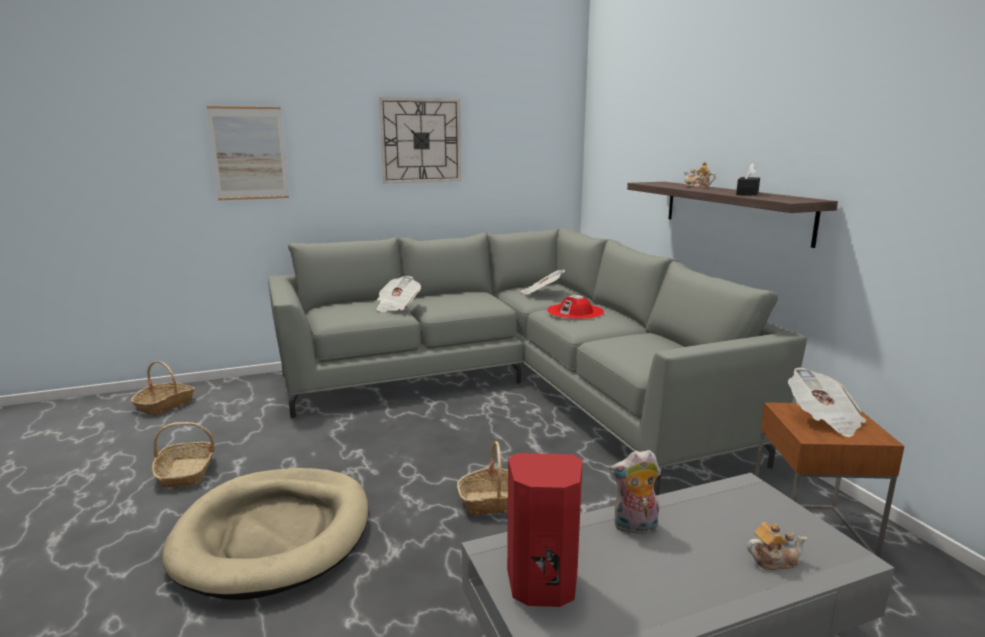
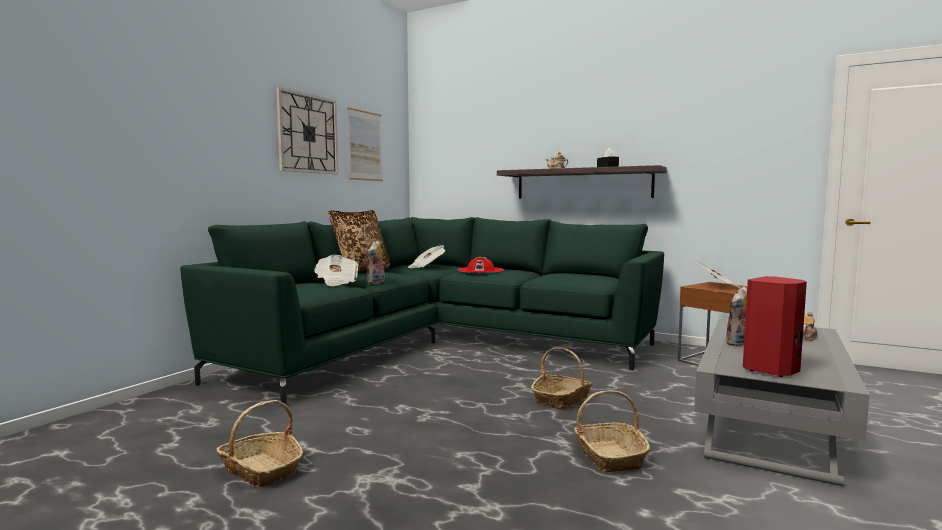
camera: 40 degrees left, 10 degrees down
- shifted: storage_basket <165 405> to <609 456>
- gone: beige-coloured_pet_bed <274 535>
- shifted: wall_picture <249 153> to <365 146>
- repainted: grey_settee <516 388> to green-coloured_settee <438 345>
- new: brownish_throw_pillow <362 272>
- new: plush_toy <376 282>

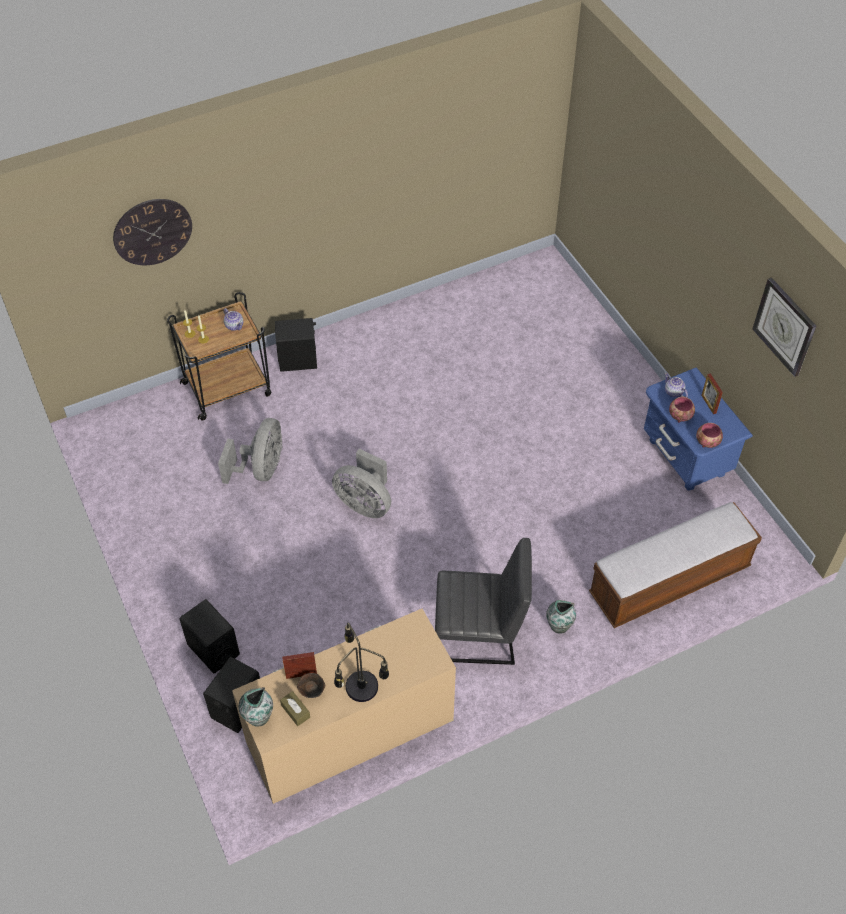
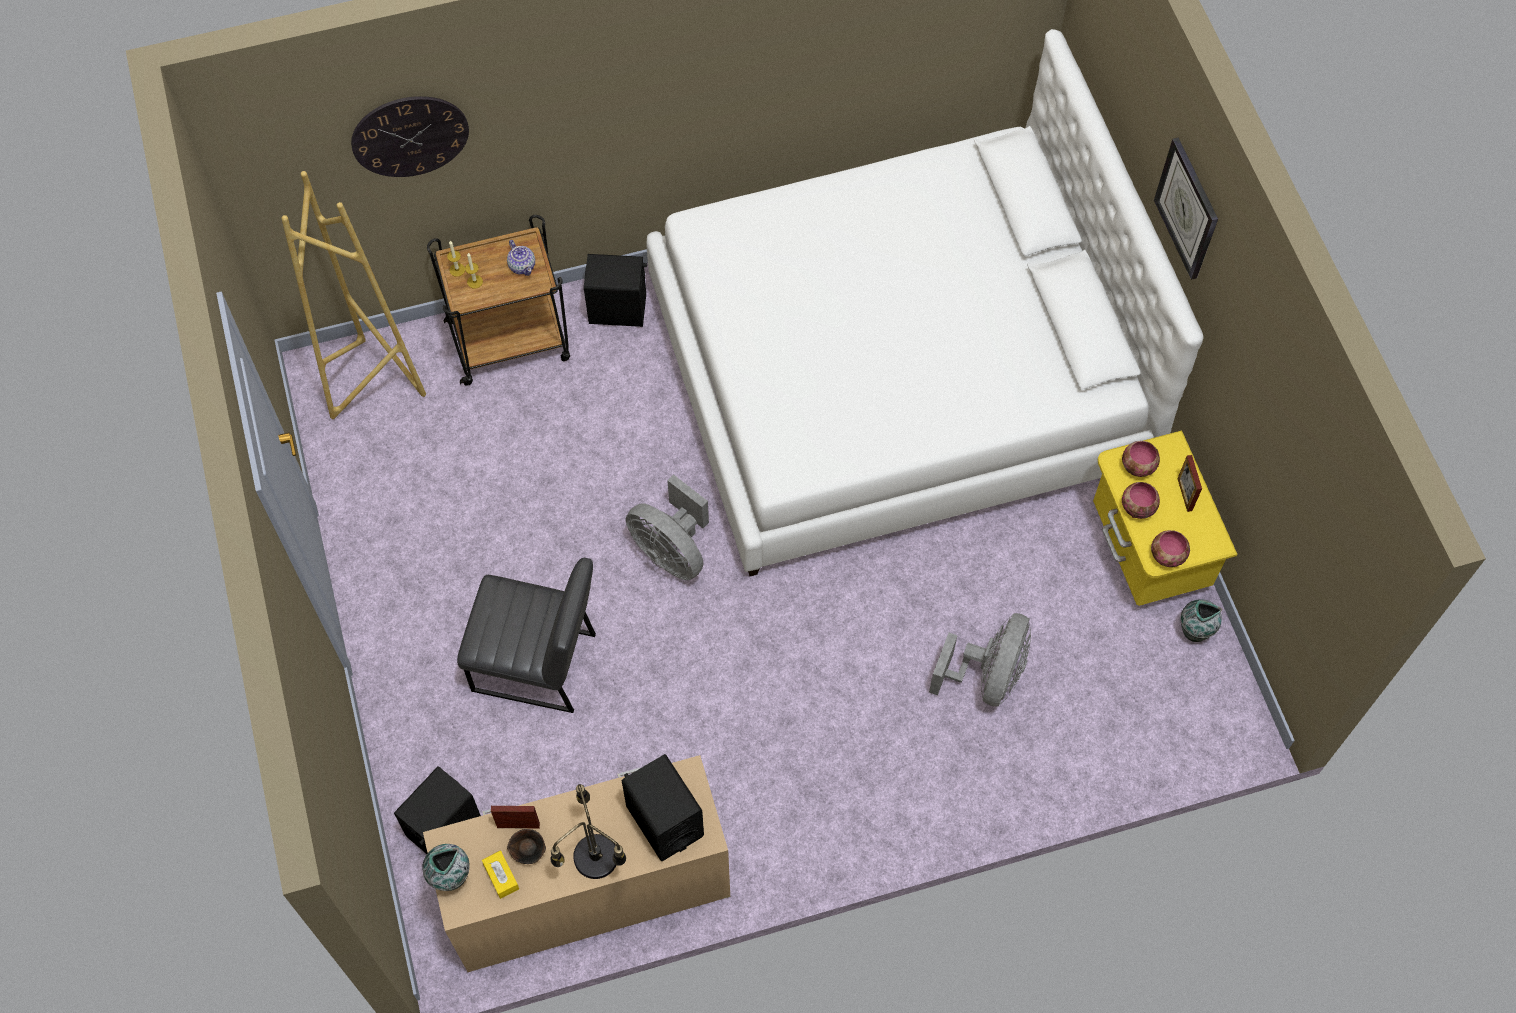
camera: 10 degrees right, 10 degrees up
- shifted: blackish_audio_speaker <213 649> to <664 821>
- shifted: grey_fan <261 469> to <987 676>
- repainted: brownish_box_of_tissues <295 711> to yellowish_box_of_tissues <501 877>
- shifted: grey_chair <479 635> to <537 664>
- shifted: vase <558 626> to <1194 631>
- gone: bench <669 581>
- repainted: blue_night_table <684 458> to yellowish_night_table <1144 552>
- swapped: pot_for_tea <673 392> to bowl <1138 467>
- shifted: clock_on_the_wall <785 326> to <1187 208>
- new: yellowish_garment_rack <374 384>
- new: whitish_bedroom_bed <897 372>

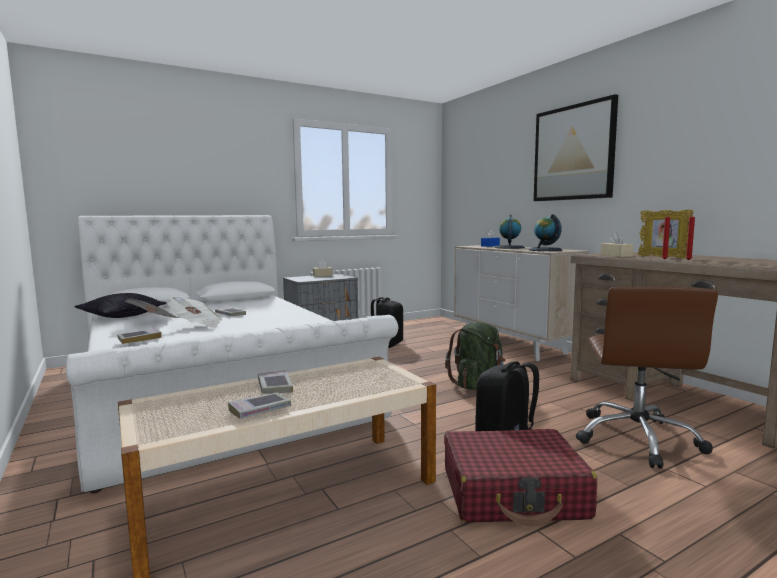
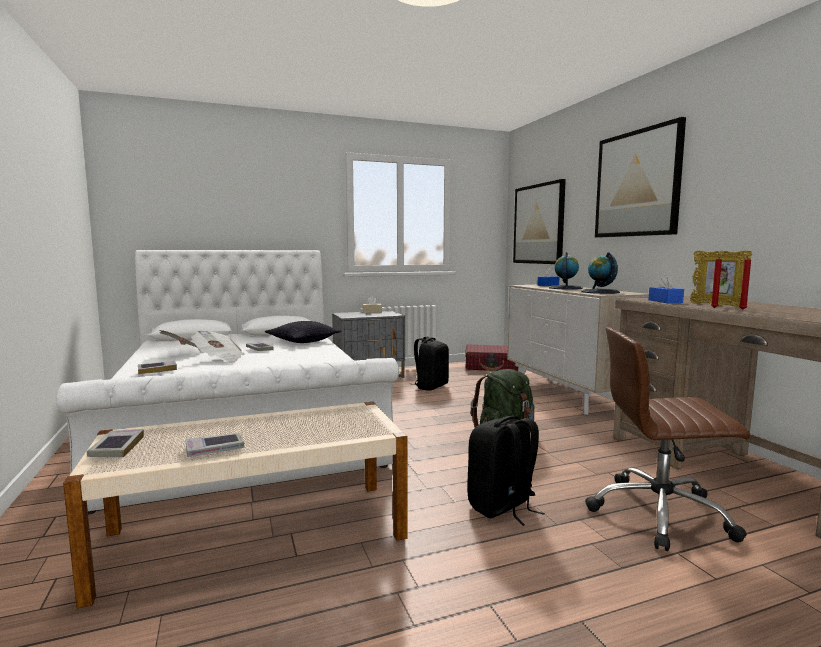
camera: 10 degrees right, 0 degrees up
- shifted: throw_pillow <122 316> to <303 341>
- shifted: bound_book <275 386> to <117 448>
- shifted: reddish_suitcase <513 493> to <491 366>
- rotated: brownish_desk_chair <637 439> = <658 514> 75 degrees clockwise
- repainted: beige-coloured_box_of_tissues <616 255> to blue_box_of_tissues <665 301>
- new: wall_picture <539 224>

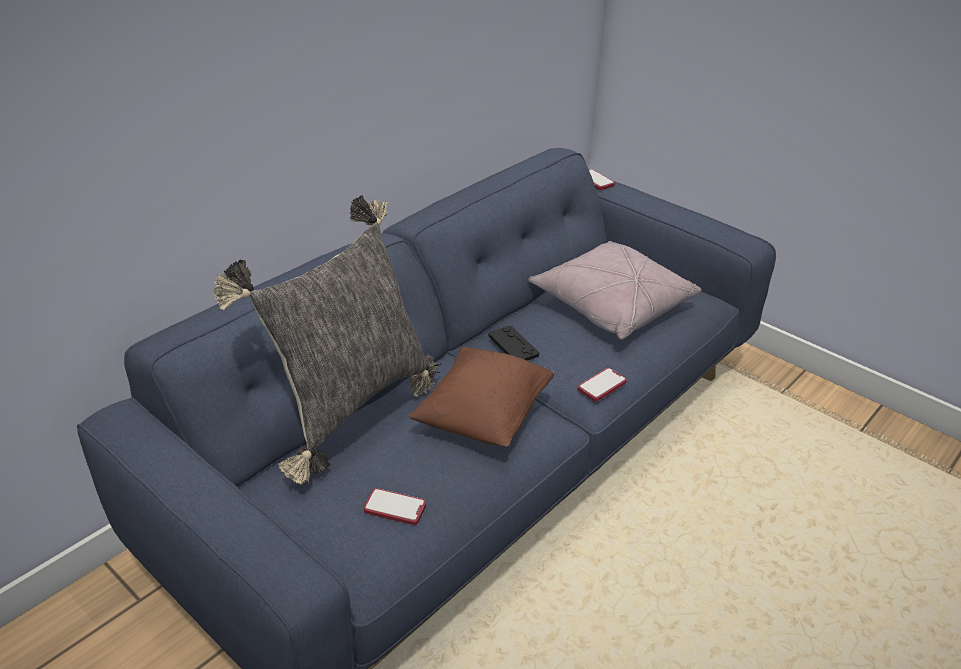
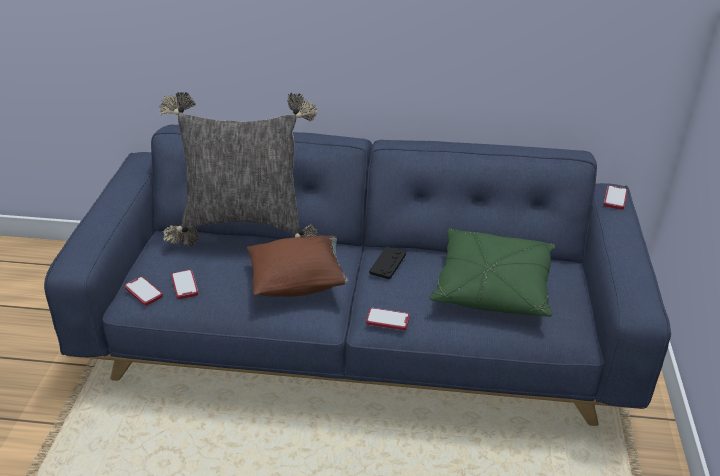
camera: 55 degrees right, 0 degrees up
- repainted: purple-coloured_throw_pillow <611 306> to green-coloured_throw_pillow <492 287>
- new: handset <143 292>

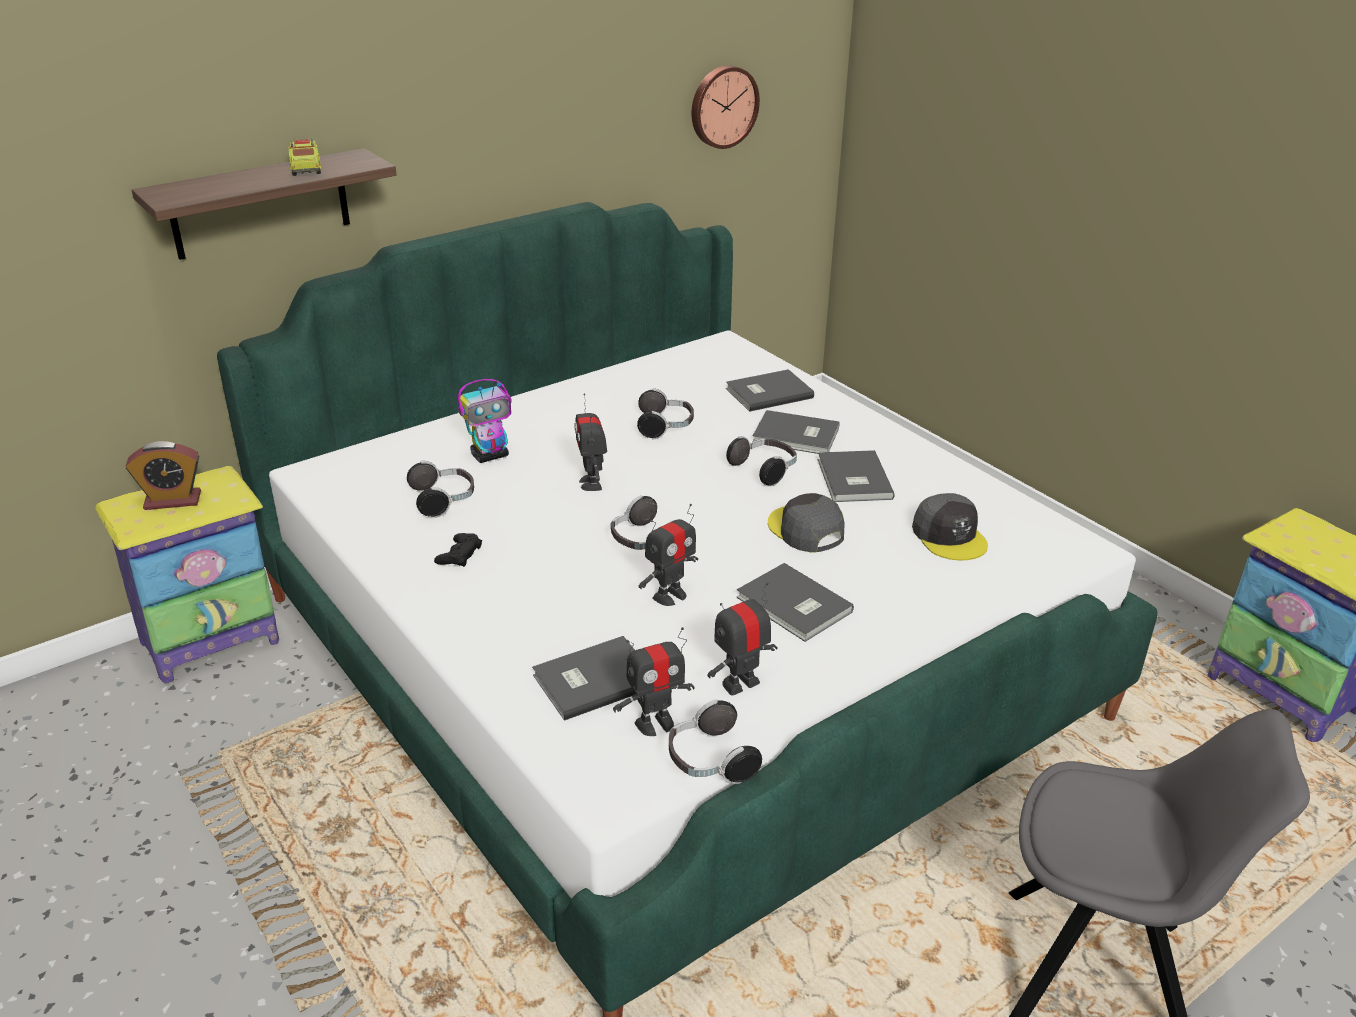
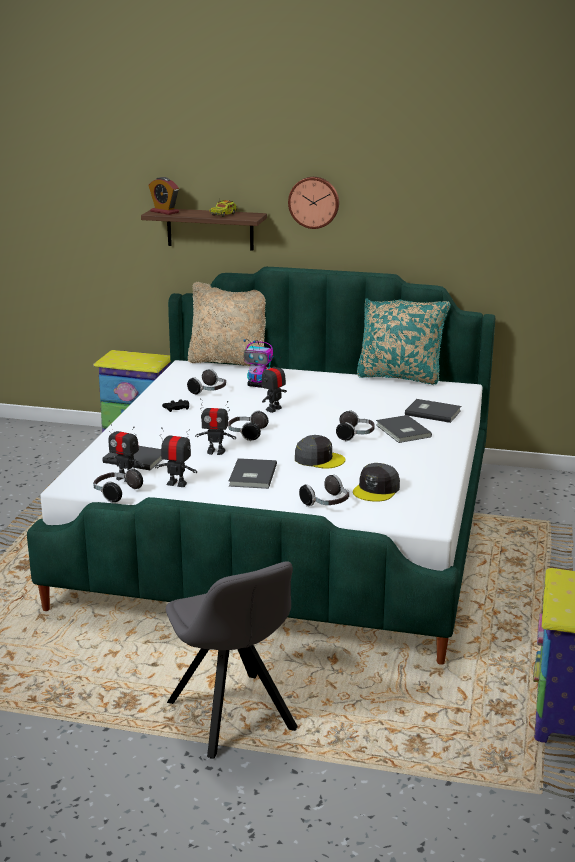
camera: 50 degrees right, 10 degrees down
- shifted: bedside_clock <172 500> to <164 212>
- shifted: headset <665 427> to <327 503>
- shifted: clock_on_the_wall <722 106> to <314 202>
- rotated: grey_peaked_cap <805 530> = <319 459> 90 degrees clockwise
- gone: grey_bound_book <852 480>
- new: beige-coloured_throw_pillow <229 363>
- new: turquoise_throw_pillow <400 378>

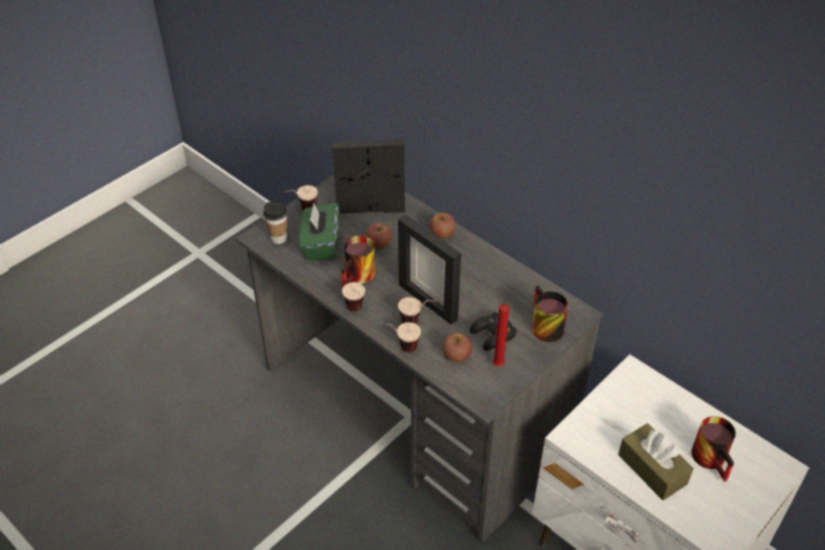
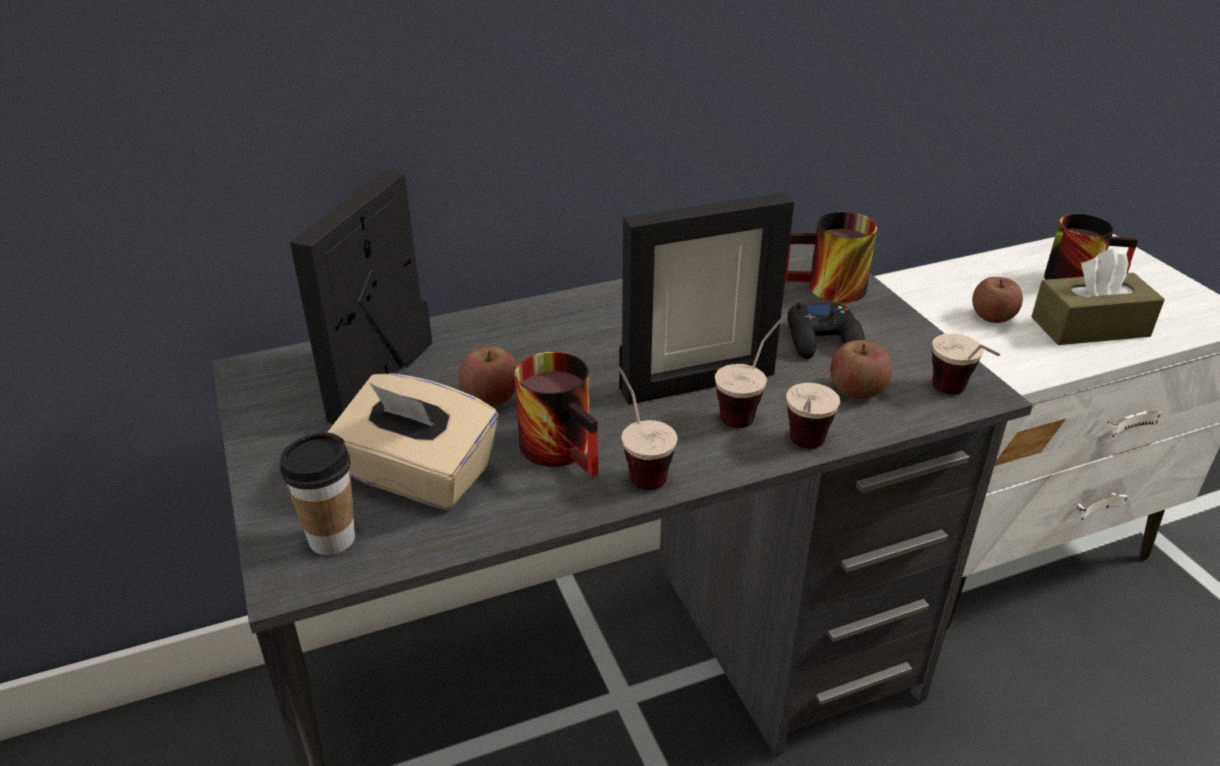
camera: 65 degrees left, 10 degrees down
- shifted: cup <301 211> to <957 398>
- repainted: green-coloured_box_of_tissues <320 244> to beige-coloured_box_of_tissues <418 476>
- shifted: apple <442 233> to <992 316>
- gone: reddish_wax_candle <500 366>

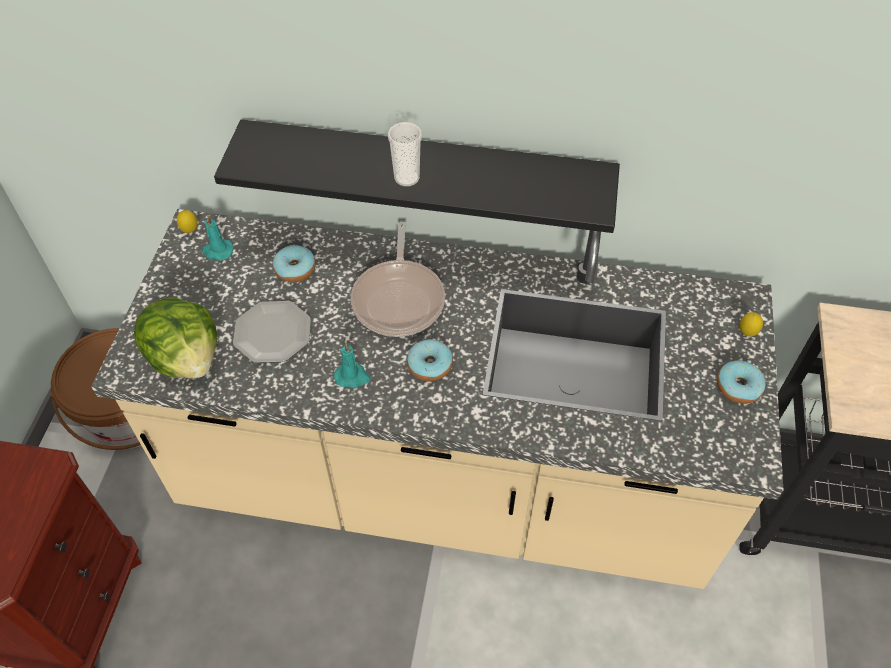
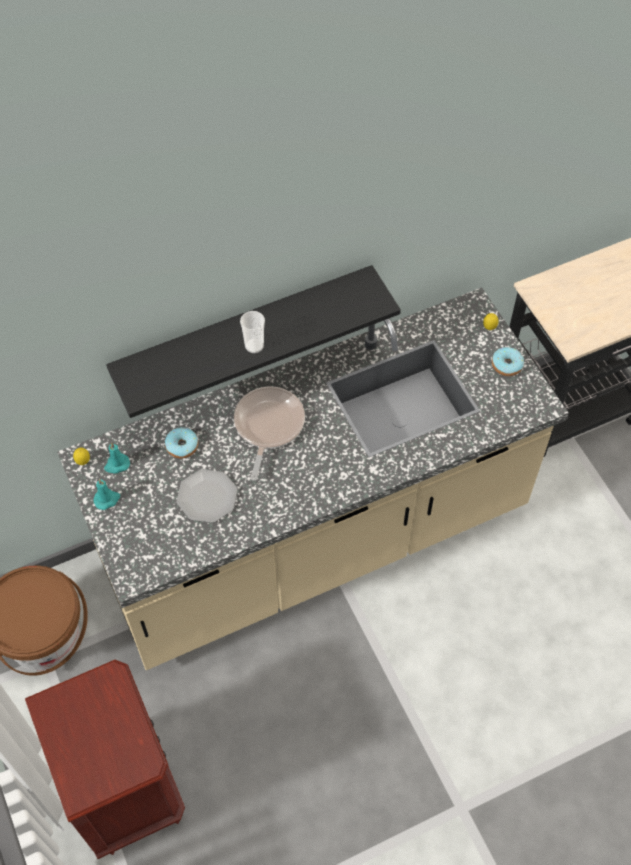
camera: 35 degrees left, 5 degrees up
- gone: lettuce_head <187 358>
- shifted: turquoise_wax_candle <352 377> to <107 499>
- rotated: skillet <399 298> = <268 426> 135 degrees counterclockwise
- gone: ring_doughnut <429 365>

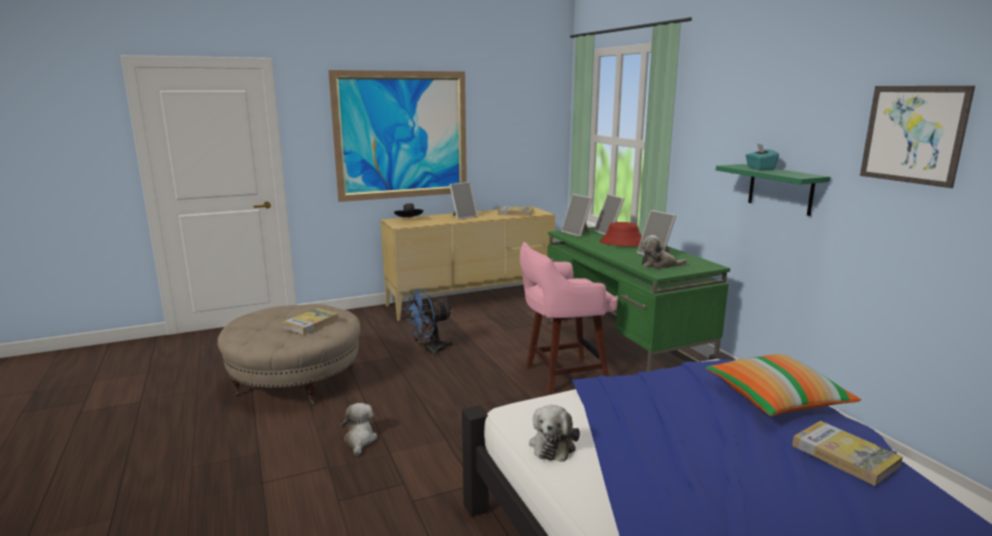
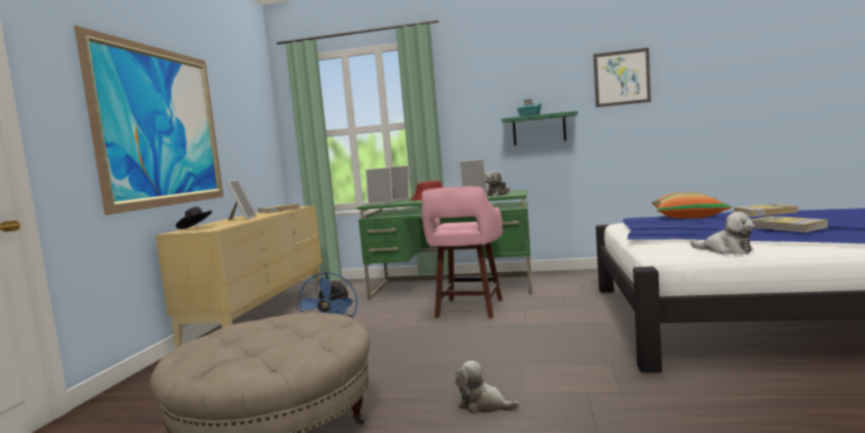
camera: 55 degrees left, 10 degrees down
- shifted: bound_book <311 323> to <787 227>

